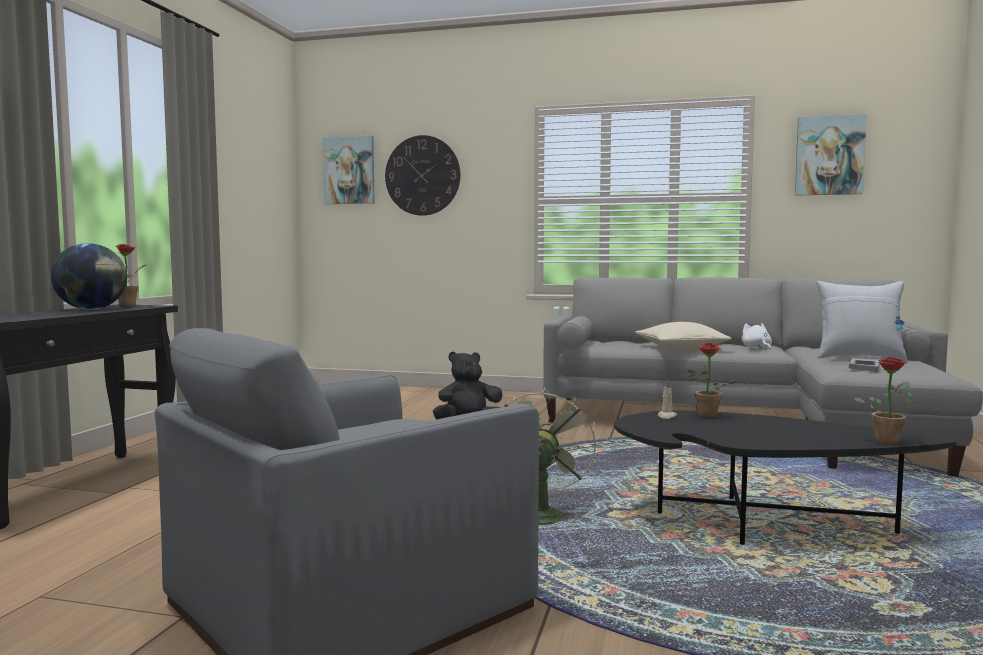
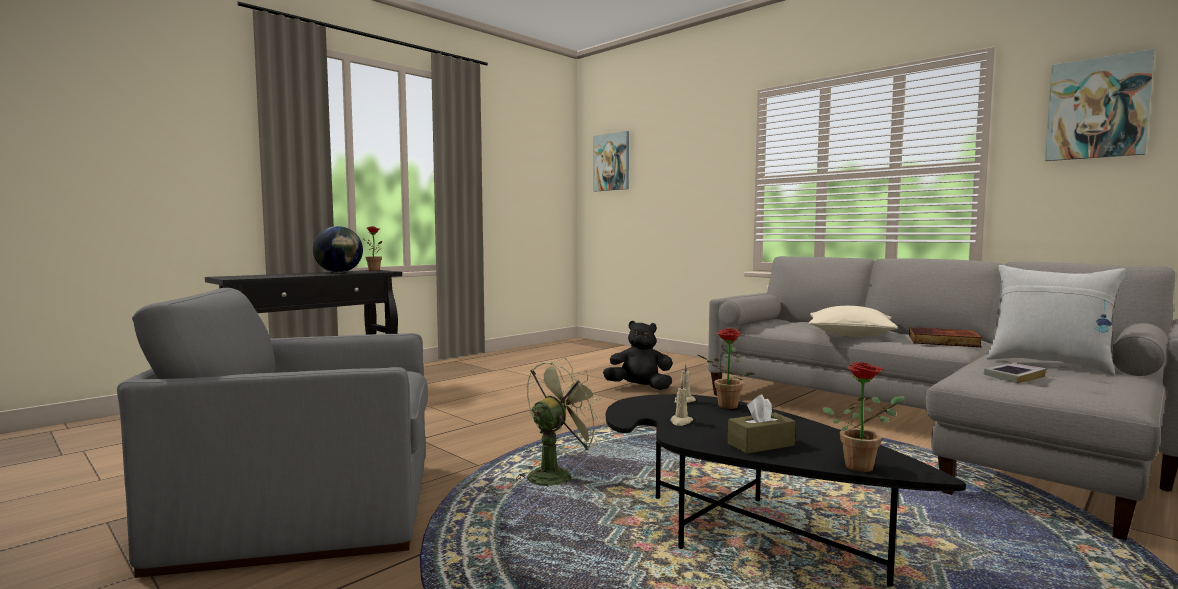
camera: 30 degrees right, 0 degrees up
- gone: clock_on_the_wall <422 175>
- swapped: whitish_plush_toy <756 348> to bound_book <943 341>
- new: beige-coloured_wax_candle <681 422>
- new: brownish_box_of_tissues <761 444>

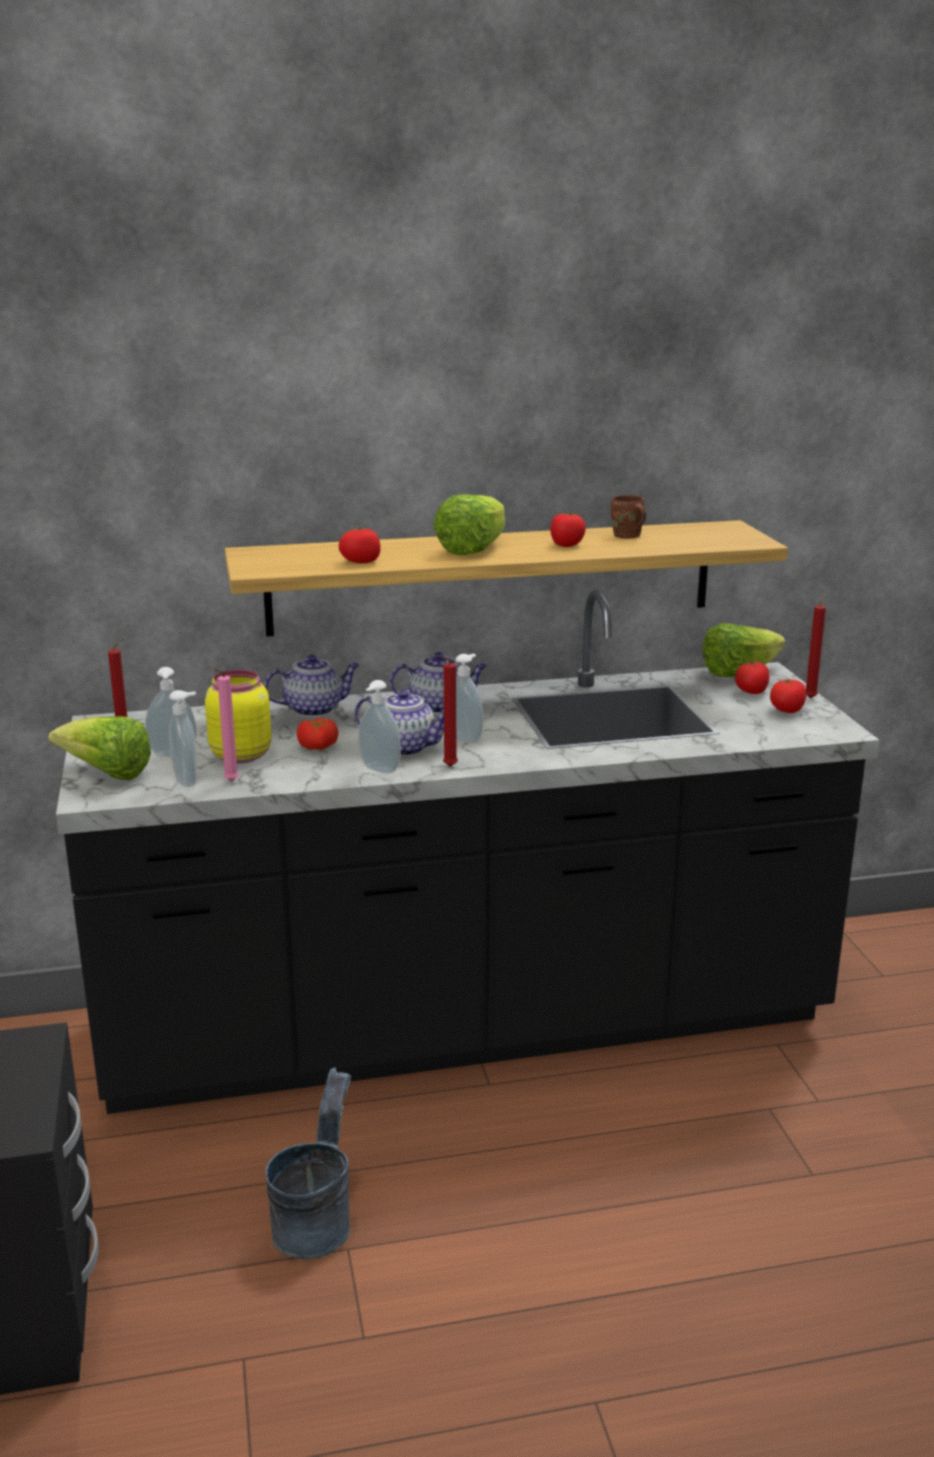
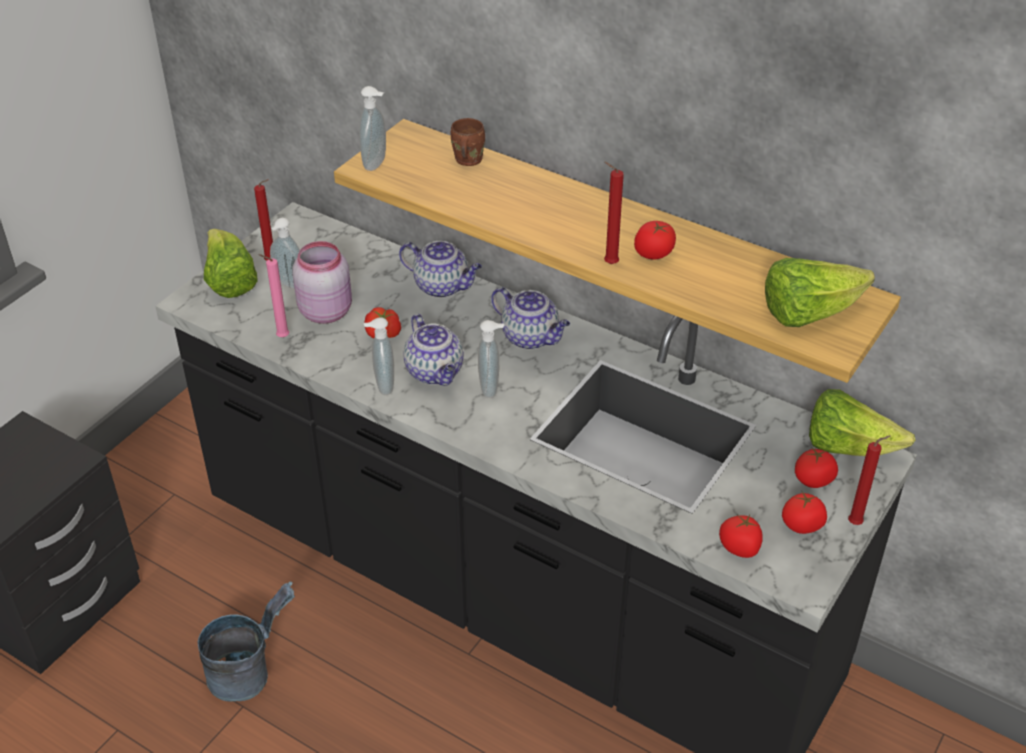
camera: 45 degrees right, 20 degrees up
- shifted: soap_dispenser <188 780> to <377 164>
- repainted: yellowish_preserve_jar <240 755> to pinkish_preserve_jar <326 310>
- shifted: tomato <360 562> to <740 548>
- shifted: lettuce_head <473 549> to <808 313>
- shifted: reddish_wax_candle <448 767> to <608 264>
- shifted: brownish_mug <627 536> to <466 160>

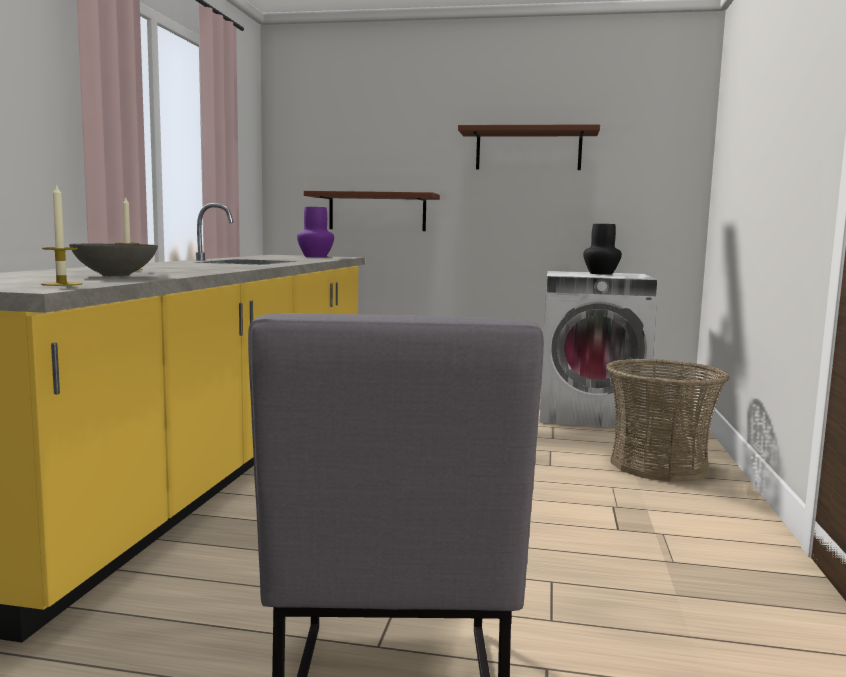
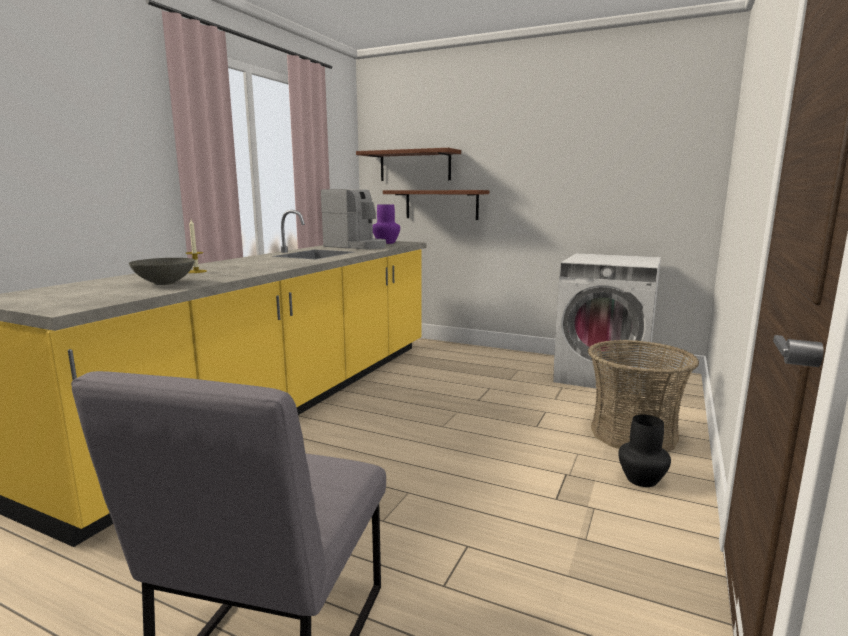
camera: 15 degrees right, 5 degrees up
- gone: wax_candle <61 284>
- shifted: brownish_wall_shelf <528 150> to <415 166>
- shifted: blackish_vase <601 273> to <641 479>
- new: coffee_machine <356 246>

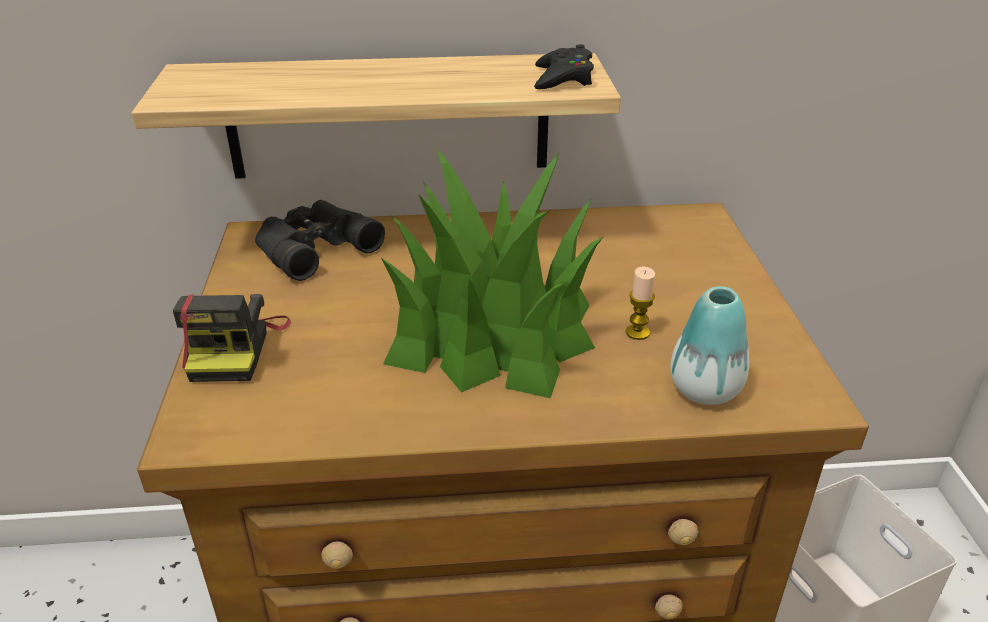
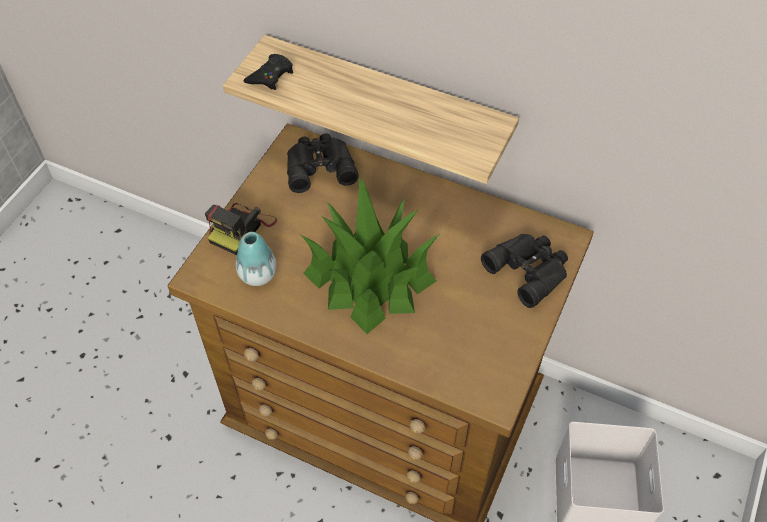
camera: 30 degrees right, 20 degrees up
- shifted: blackish_game_controller <563 78> to <270 76>
- gone: wax_candle <637 332>
- shifted: vase <704 390> to <258 274>
- new: blackish_binoculars <529 269>

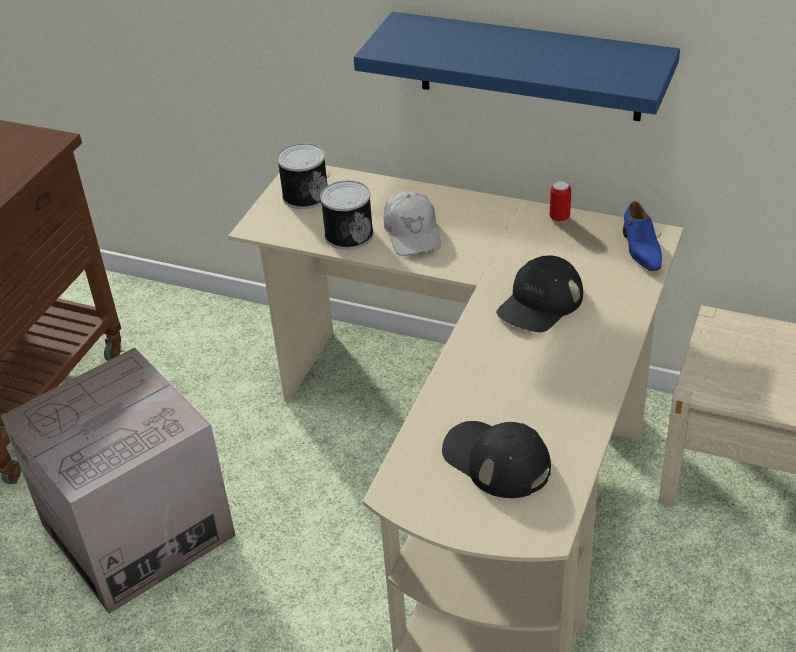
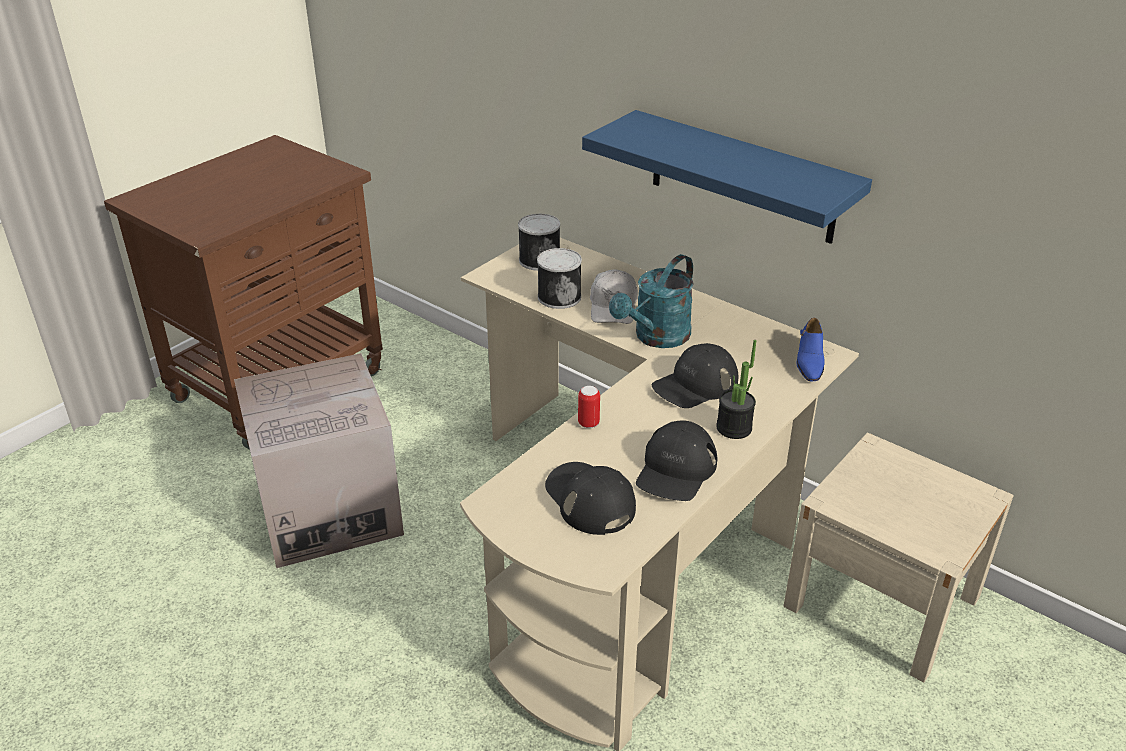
camera: 15 degrees right, 5 degrees down
- shifted: sealed_can <559 218> to <588 423>
- new: turquoise_watering_can <656 338>
- new: blackish_peaked_cap <676 470>
- new: potted_plant <734 428>

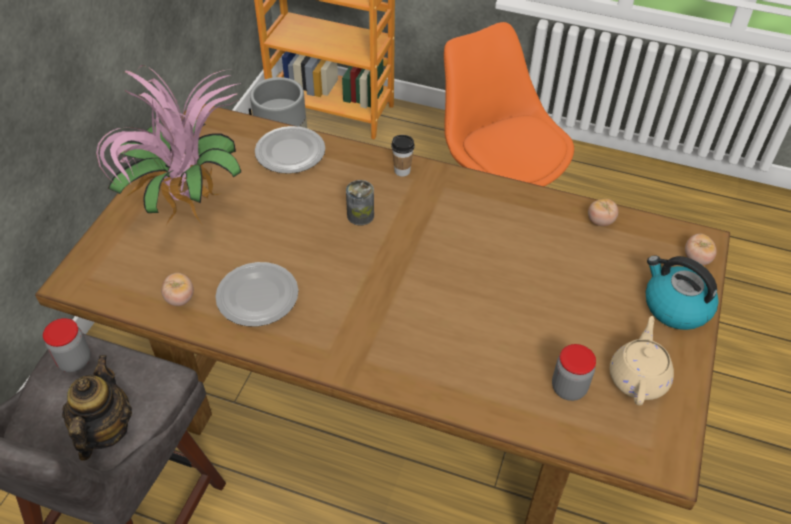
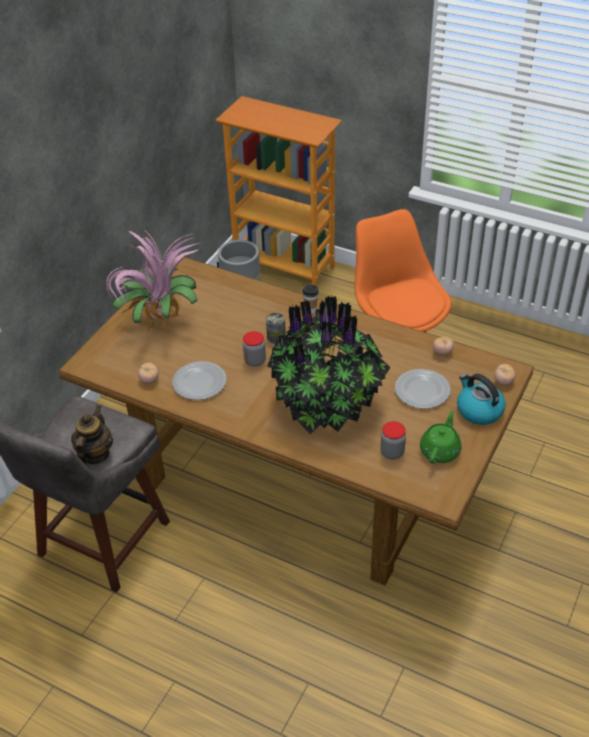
camera: 10 degrees right, 5 degrees down
- shifted: preserve_jar <74 360> to <255 361>
- shifted: plate <289 152> to <421 390>
- repainted: beige-coloured_pot_for_tea <638 377> to green-coloured_pot_for_tea <440 450>
- new: potted_plant <327 405>

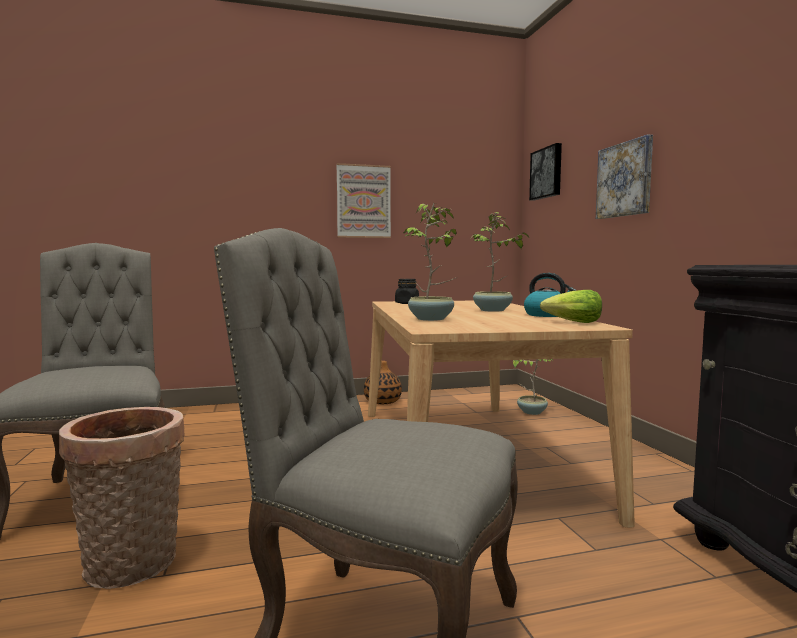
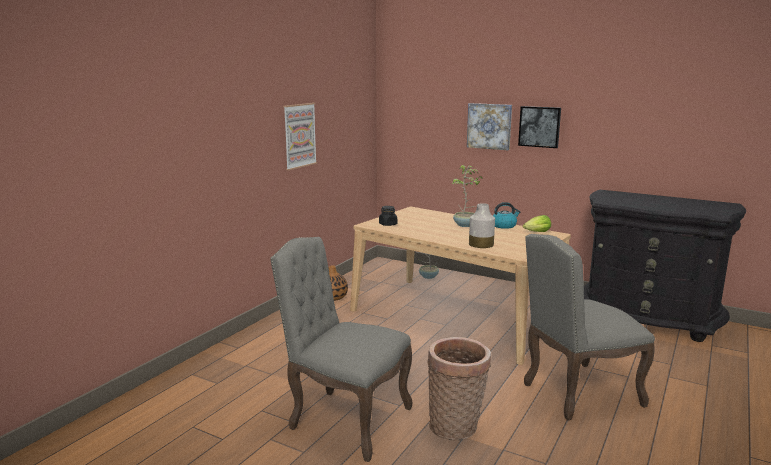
camera: 45 degrees left, 10 degrees up
- swapped: potted_plant <432 319> to beige-coloured_vase <481 244>
- shifted: wall_picture <547 173> to <539 126>

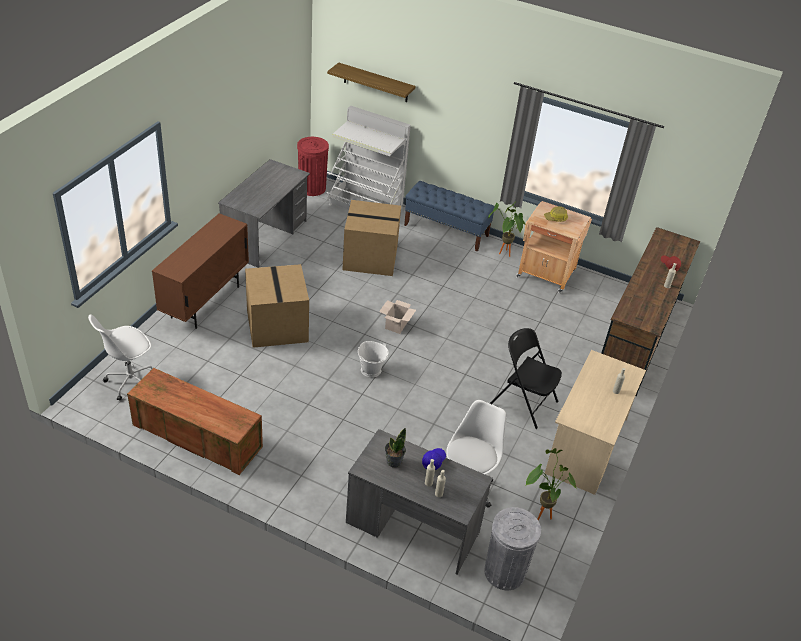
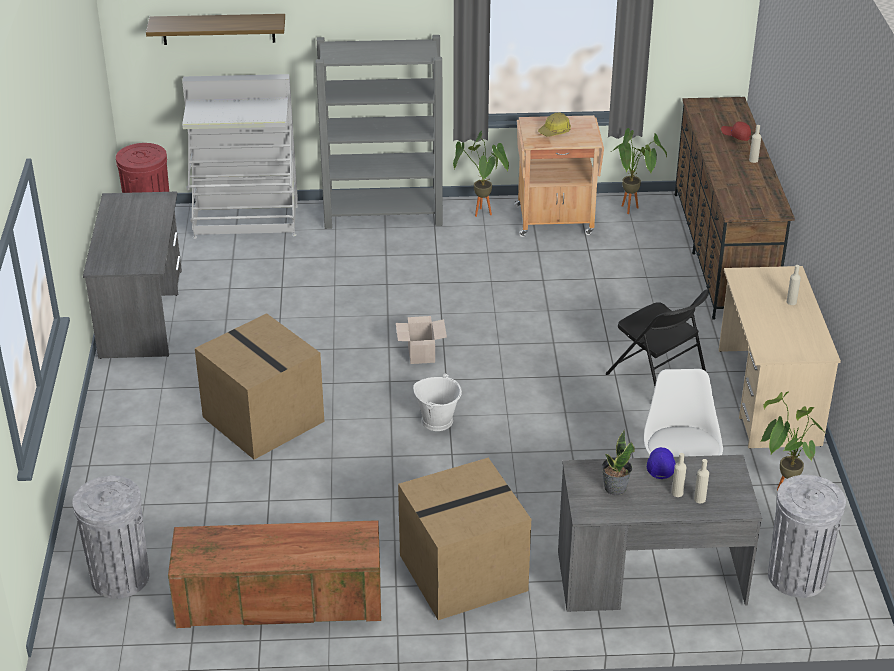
camera: 25 degrees left, 5 degrees down
- swapped: whitish_desk_chair <129 383> to grey_rubbish_bin <120 577>
- gone: brownish_cabinet <205 302>
- shifted: cardboard_box <371 257> to <464 571>
- swapped: blue_bench <446 230> to grey_bookshelf <383 213>
- rotated: blackish_chair <524 402> = <656 379> 135 degrees counterclockwise
- new: potted_plant <632 211>

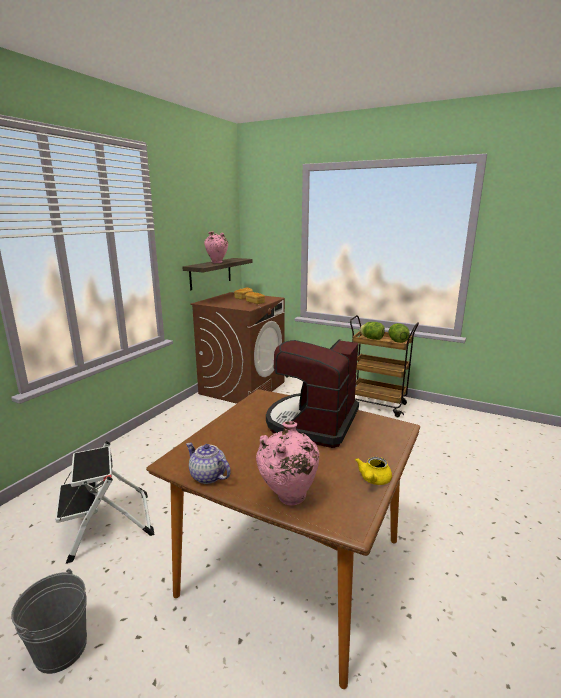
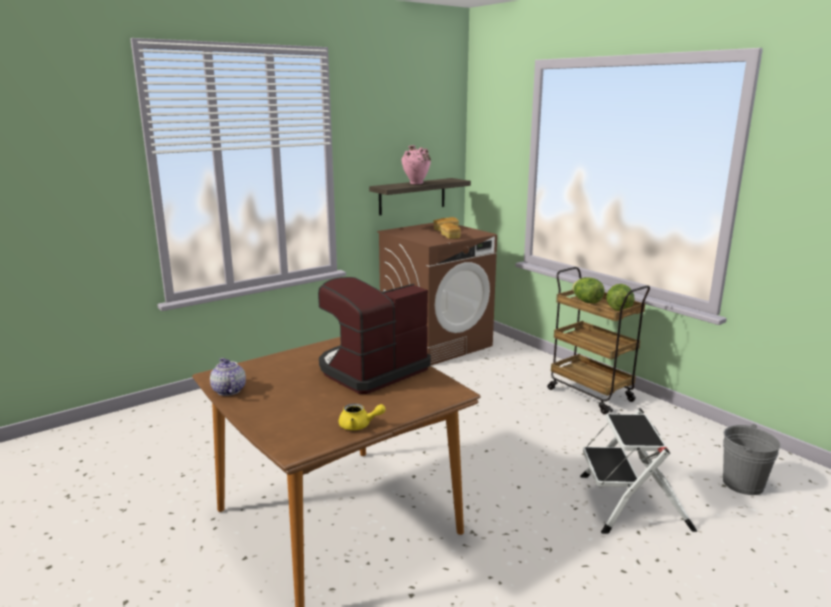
camera: 25 degrees right, 0 degrees up
- shifted: grey_pail <61 648> to <743 483>
- shifted: step_stool <108 523> to <632 503>
- gone: pinkish_vase <287 499>
- rotated: yellowish_pot_for_tea <373 480> = <359 426> 135 degrees counterclockwise

